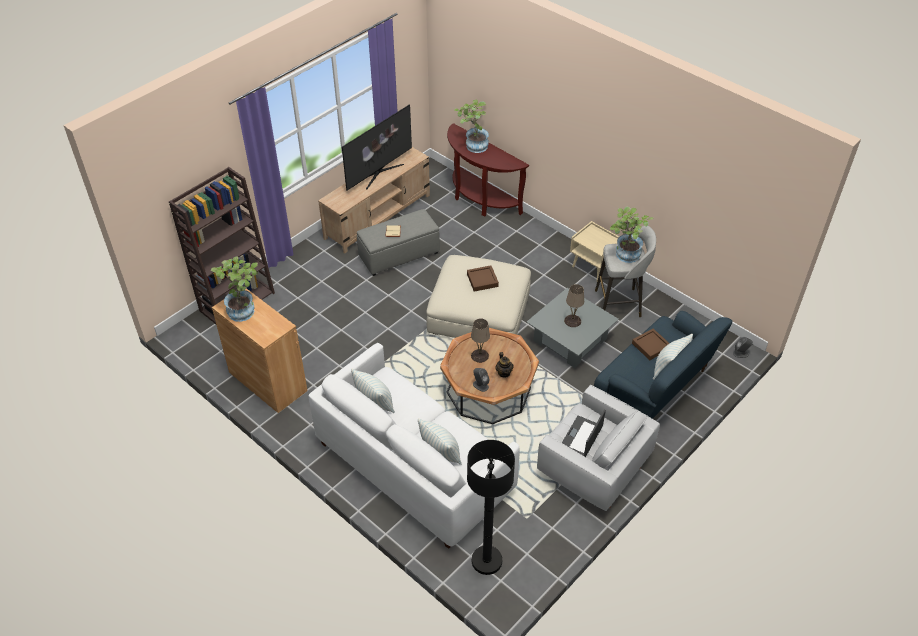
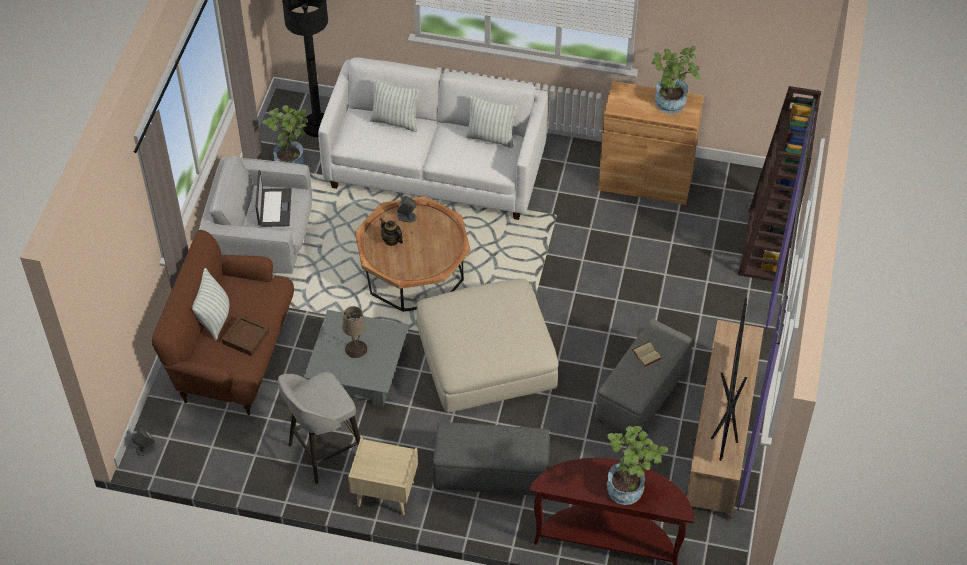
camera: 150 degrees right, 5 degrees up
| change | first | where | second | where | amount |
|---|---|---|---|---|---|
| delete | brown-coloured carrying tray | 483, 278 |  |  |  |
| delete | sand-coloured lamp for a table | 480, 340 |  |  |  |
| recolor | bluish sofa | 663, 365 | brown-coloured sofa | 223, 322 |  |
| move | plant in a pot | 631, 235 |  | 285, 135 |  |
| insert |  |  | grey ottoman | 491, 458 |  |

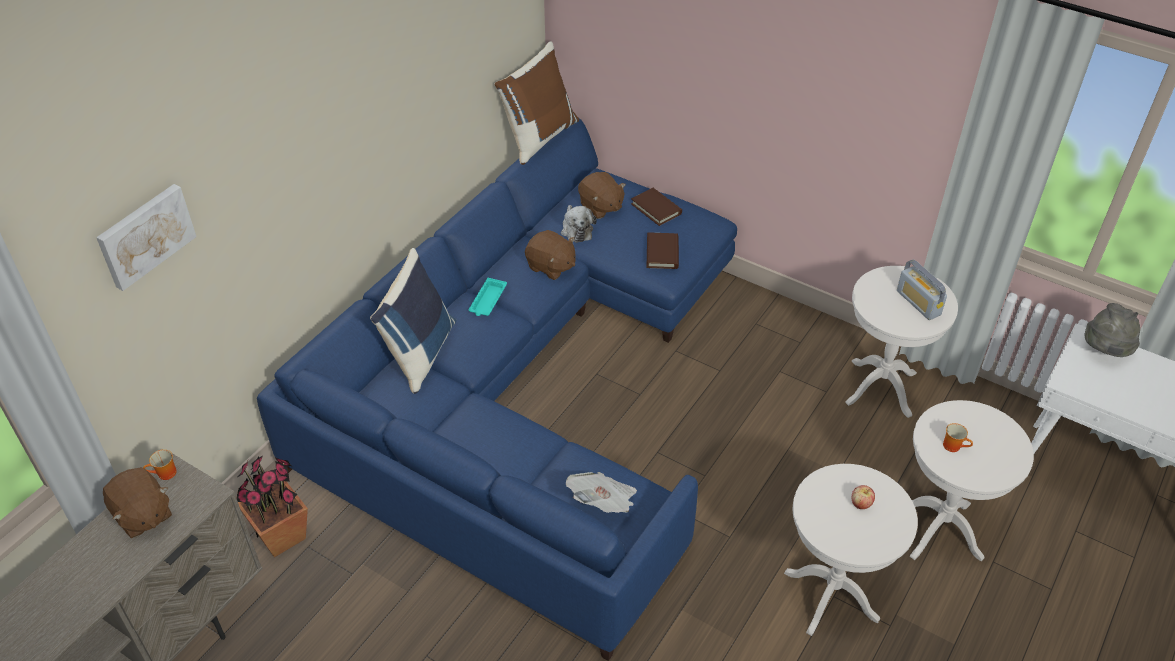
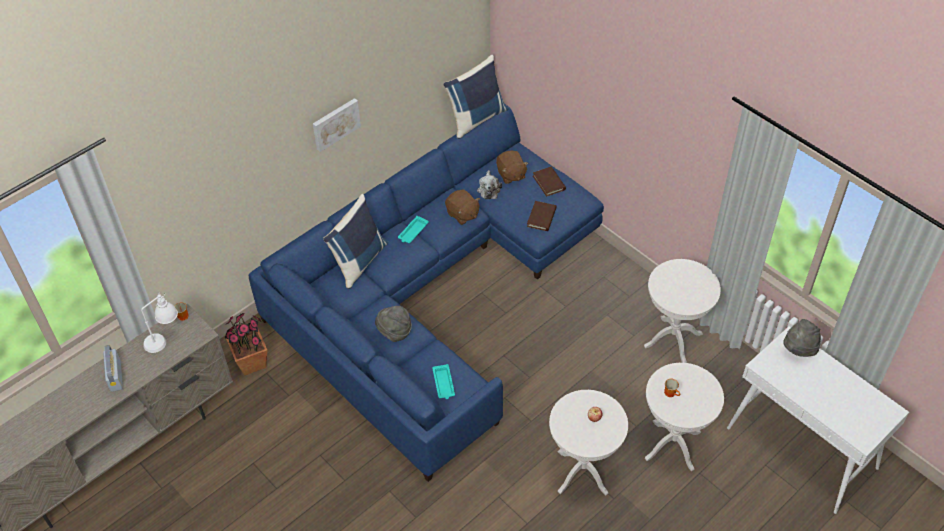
camera: 15 degrees right, 5 degrees up
| change | first | where | second | where | amount |
|---|---|---|---|---|---|
| move | picture | 146, 237 |  | 337, 125 |  |
| replace | brown-coloured plush toy | 137, 502 | white-coloured lamp for a table | 159, 322 |  |
| recolor | brown-coloured throw pillow | 536, 103 | bluish throw pillow | 476, 97 |  |
| replace | newspaper | 601, 492 | turquoise carrying tray | 443, 381 |  |
| move | radio set | 922, 290 |  | 113, 368 |  |
| insert |  |  | grey wearable hat | 393, 324 |  |

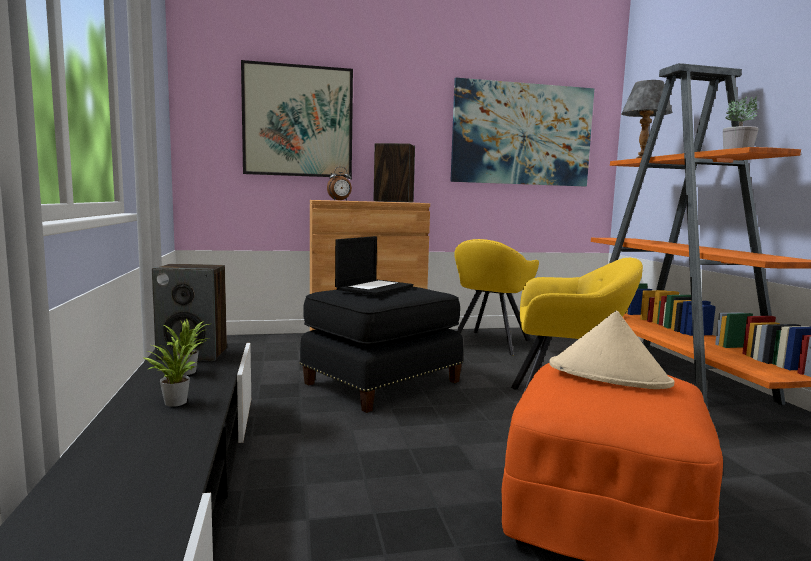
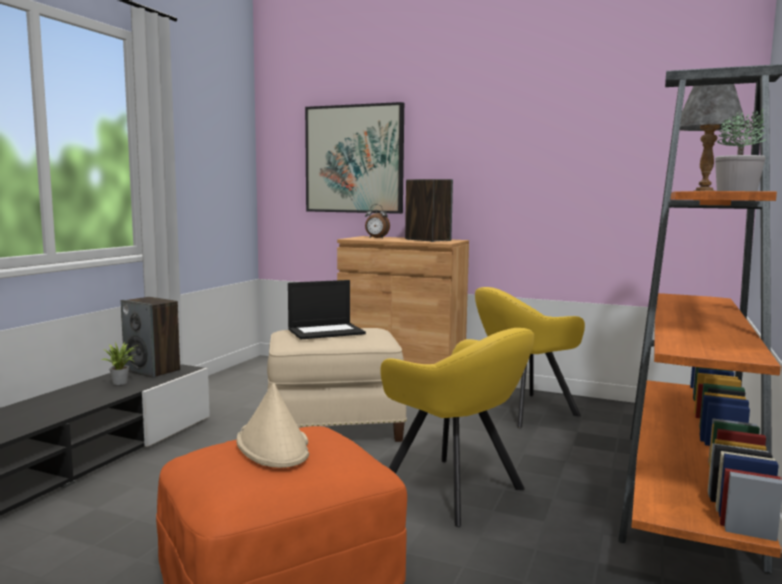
camera: 35 degrees right, 0 degrees up
| change | first | where | second | where | amount |
|---|---|---|---|---|---|
| delete | plant in a pot | 172, 373 |  |  |  |
| recolor | blackish ottoman | 381, 350 | sand-coloured ottoman | 337, 385 |  |
| delete | picture | 522, 132 |  |  |  |

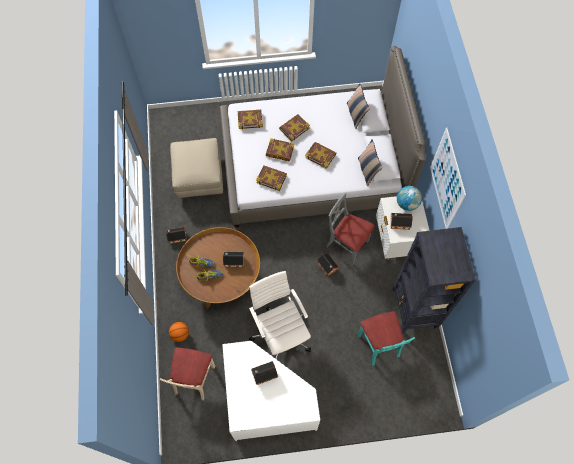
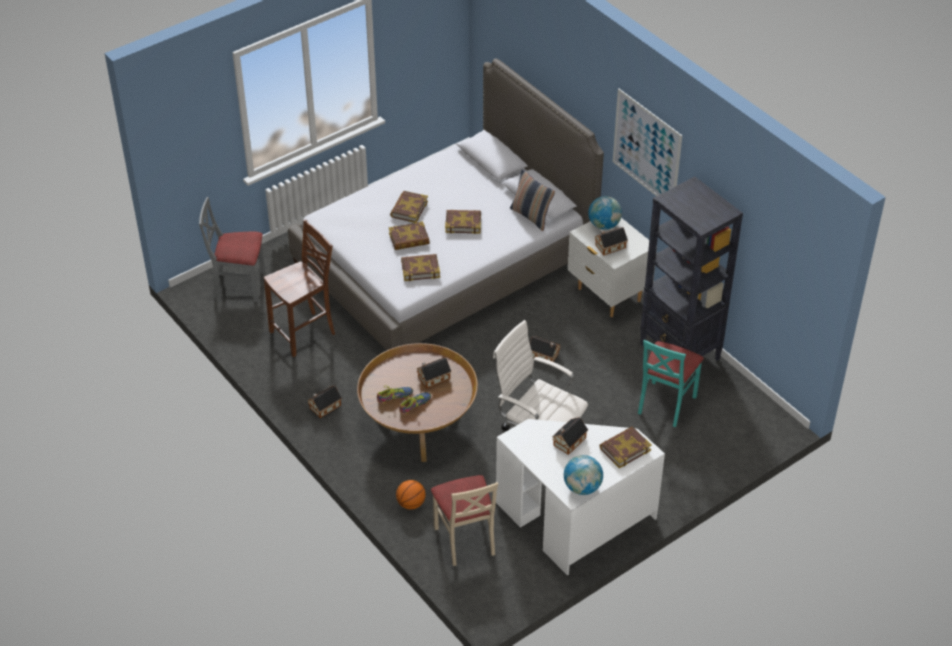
camera: 30 degrees left, 20 degrees down
| change | first | where | second | where | amount |
|---|---|---|---|---|---|
| replace | sand-coloured ottoman | 196, 168 | brown-coloured upright chair | 299, 288 |  |
| move | volume | 250, 119 |  | 625, 447 |  |
| move | grey upright chair | 350, 229 |  | 232, 249 |  |
| delete | throw pillow | 358, 106 |  |  |  |
| rotate | turquoise upright chair | 386, 338 |  | 671, 383 | 75 degrees clockwise |
| insert |  |  | desk globe | 583, 475 |  |

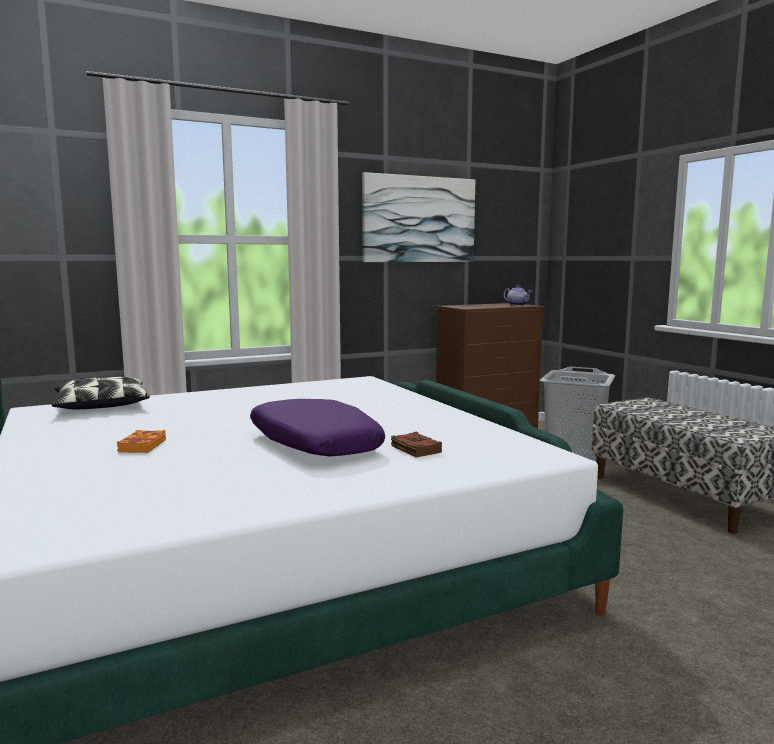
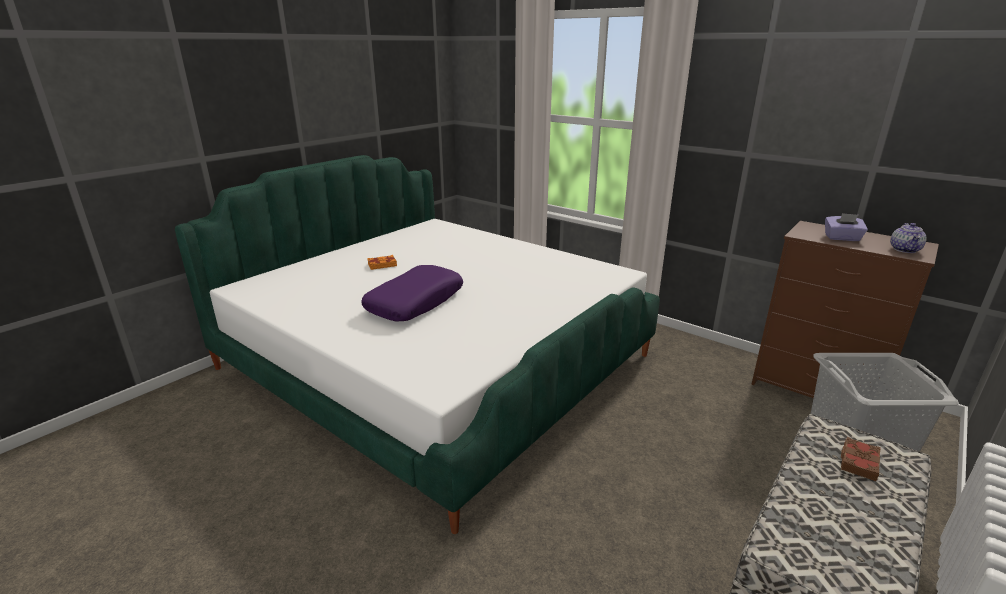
camera: 65 degrees right, 15 degrees up
| change | first | where | second | where | amount |
|---|---|---|---|---|---|
| delete | throw pillow | 100, 393 |  |  |  |
| delete | picture | 418, 217 |  |  |  |
| move | brown-coloured volume | 416, 444 |  | 861, 459 |  |
| insert |  |  | purplish tissue box | 846, 227 |  |

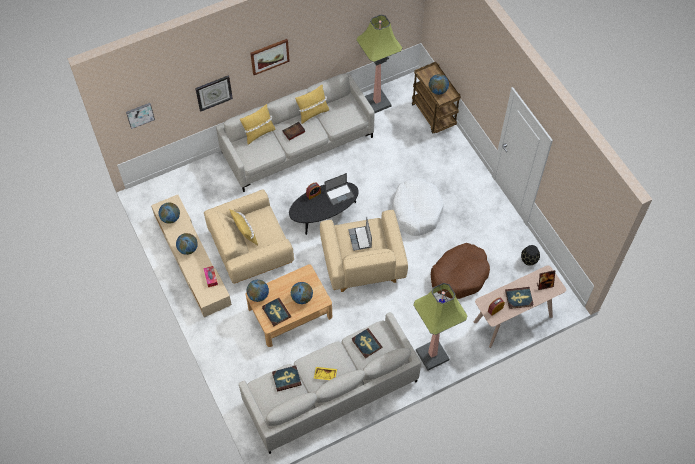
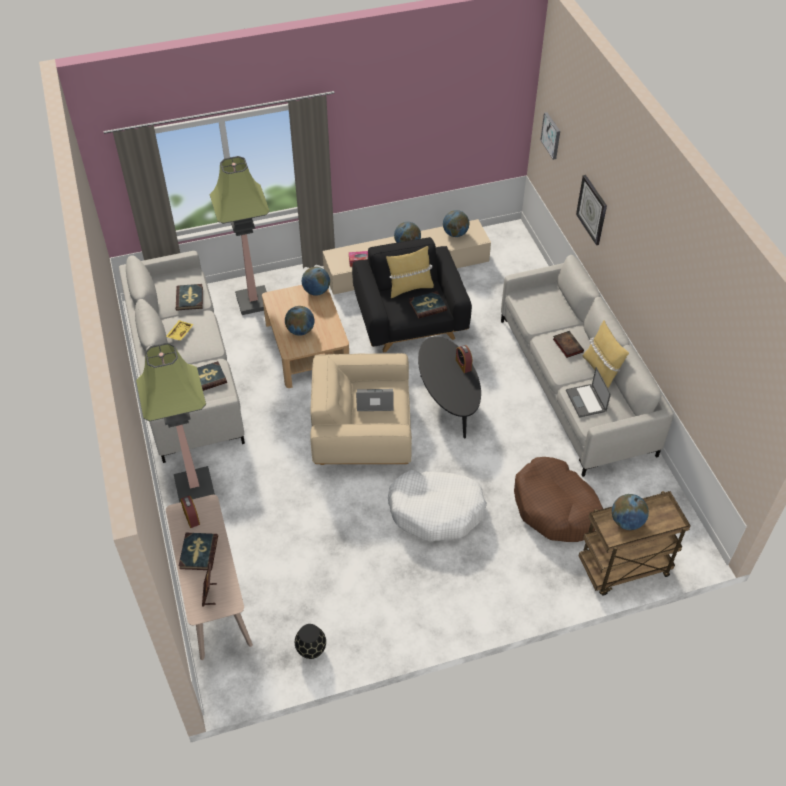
camera: 100 degrees right, 10 degrees down
| change | first | where | second | where | amount |
|---|---|---|---|---|---|
| recolor | sand-coloured armchair | 249, 236 | blackish armchair | 412, 294 |  |
| delete | yellow-coloured throw pillow | 257, 124 |  |  |  |
| delete | picture | 270, 57 |  |  |  |
| move | volume | 276, 312 |  | 428, 305 |  |
| move | laptop | 339, 189 |  | 588, 392 |  |
| move | standing lamp | 379, 63 |  | 239, 235 |  |
| move | brown-coloured dog bed | 460, 271 |  | 558, 499 |  |

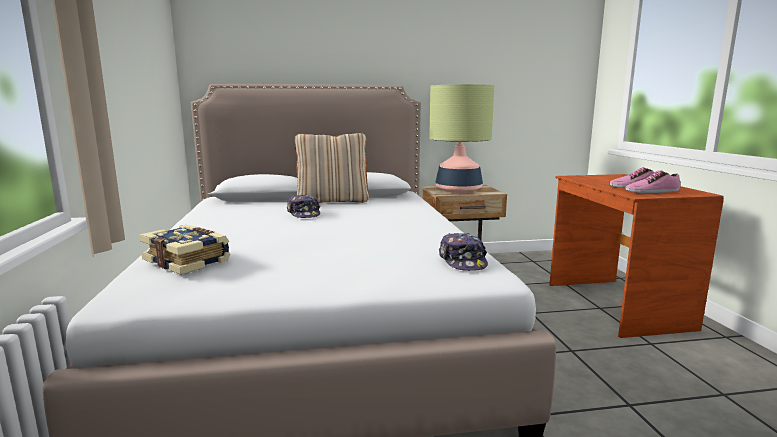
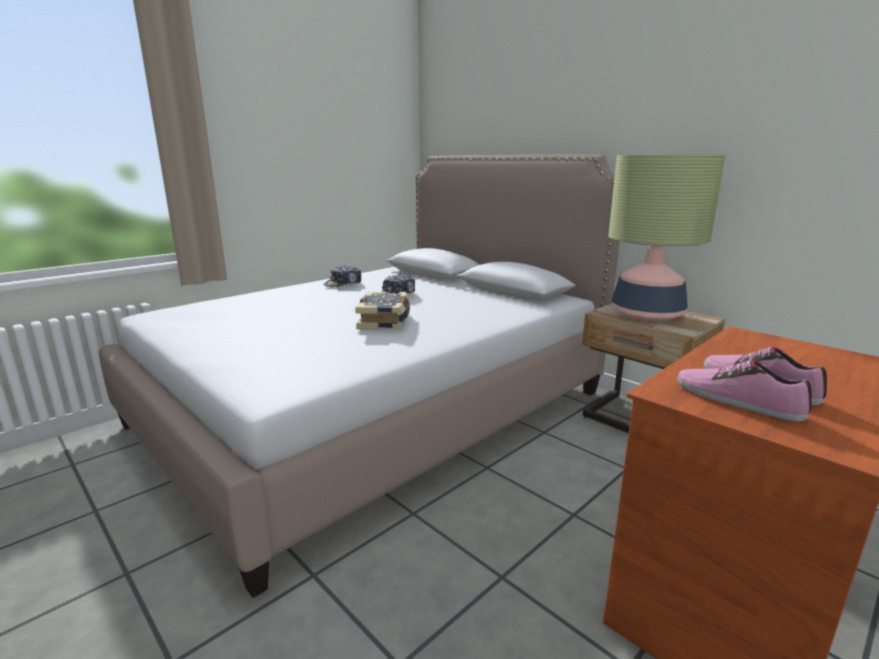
camera: 55 degrees right, 5 degrees up
| change | first | where | second | where | amount |
|---|---|---|---|---|---|
| move | volume | 184, 250 |  | 382, 310 |  |
| delete | sand-coloured throw pillow | 332, 168 |  |  |  |
| move | baseball cap | 463, 252 |  | 342, 276 |  |

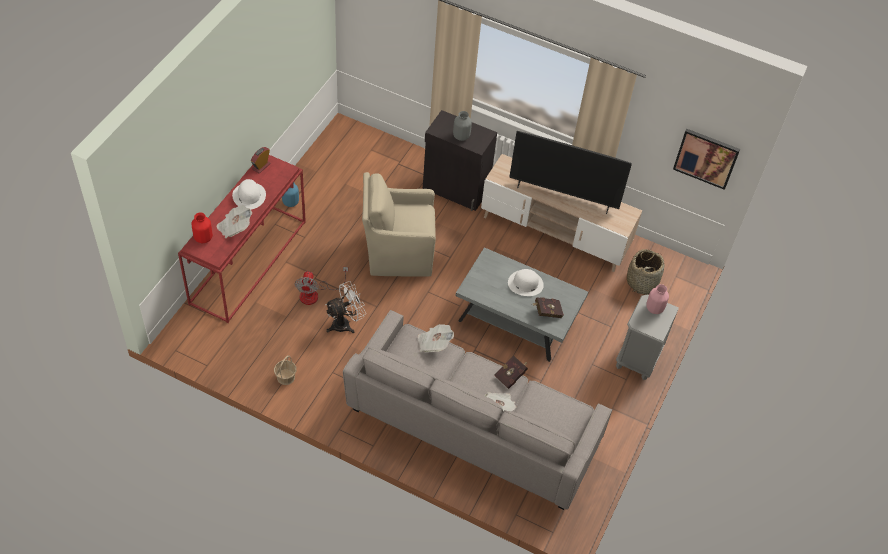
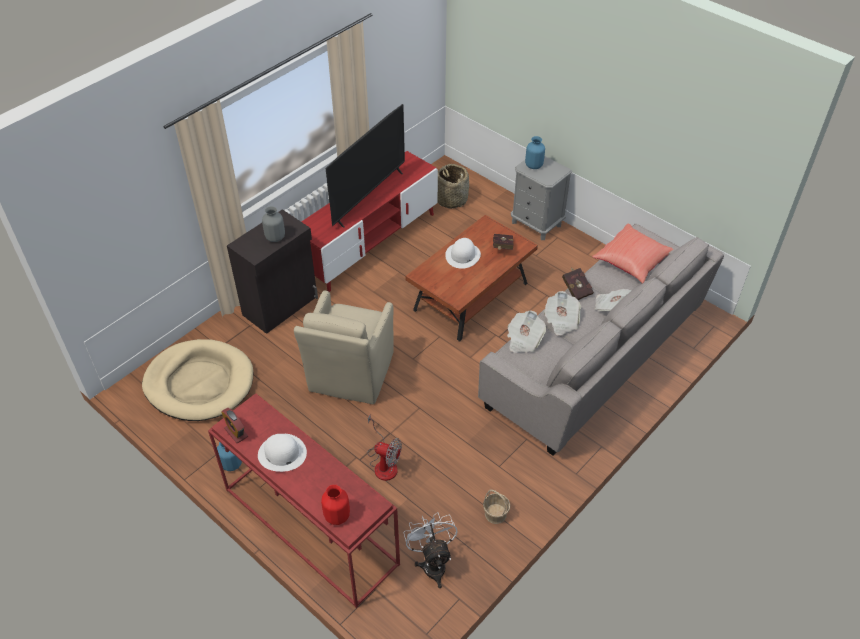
camera: 70 degrees left, 5 degrees down
| change | first | where | second | where | amount |
|---|---|---|---|---|---|
| move | newspaper | 234, 221 |  | 562, 313 |  |
| move | white-coloured fan | 345, 307 |  | 430, 550 |  |
| recolor | grey lounge table | 522, 304 | brown-coloured lounge table | 471, 278 |  |
| recolor | sand-coloured media console | 561, 213 | red-coloured media console | 369, 221 |  |
| recolor | pinkish vase | 657, 299 | bluish vase | 535, 152 |  |
| delete | picture | 706, 159 |  |  |  |
| insert |  |  | sand-coloured dog bed | 198, 380 |  |
| insert |  |  | red-coloured throw pillow | 632, 253 |  |

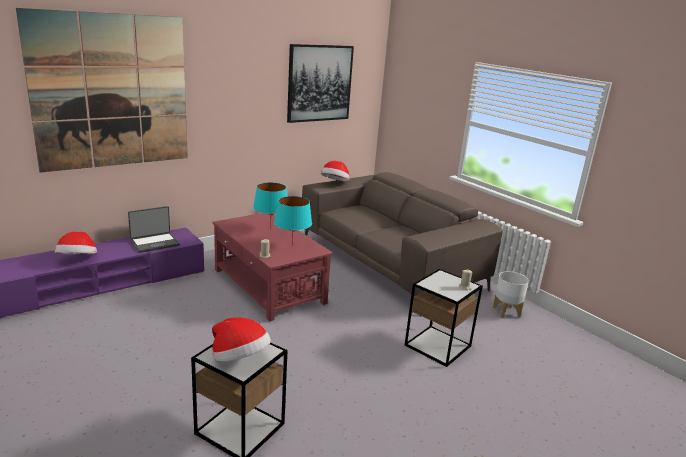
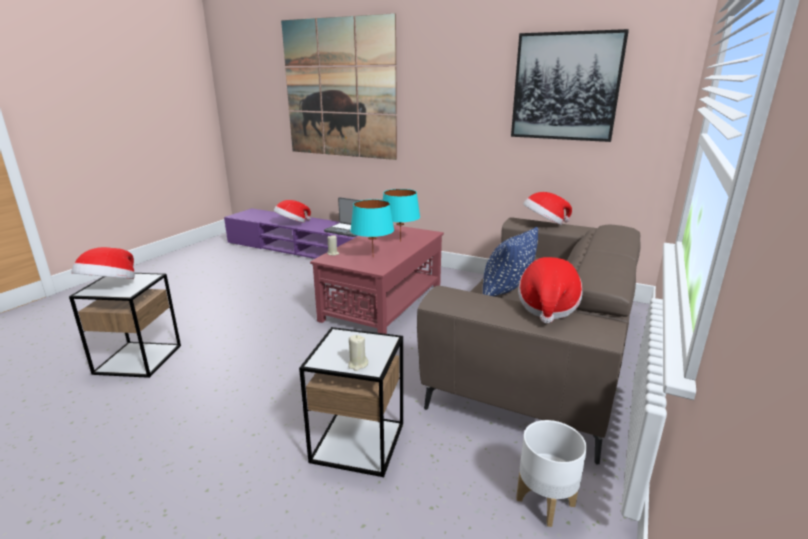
camera: 65 degrees right, 0 degrees up
| change | first | where | second | where | amount |
|---|---|---|---|---|---|
| insert |  |  | bluish throw pillow | 510, 261 |  |
| insert |  |  | wearable hat | 550, 290 |  |

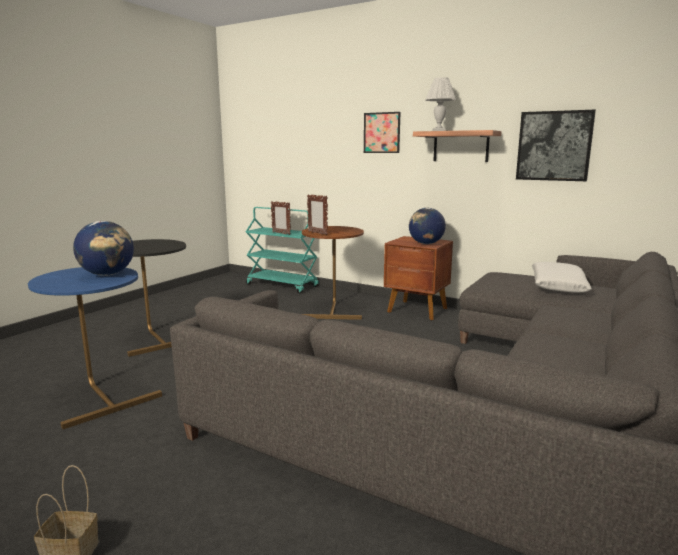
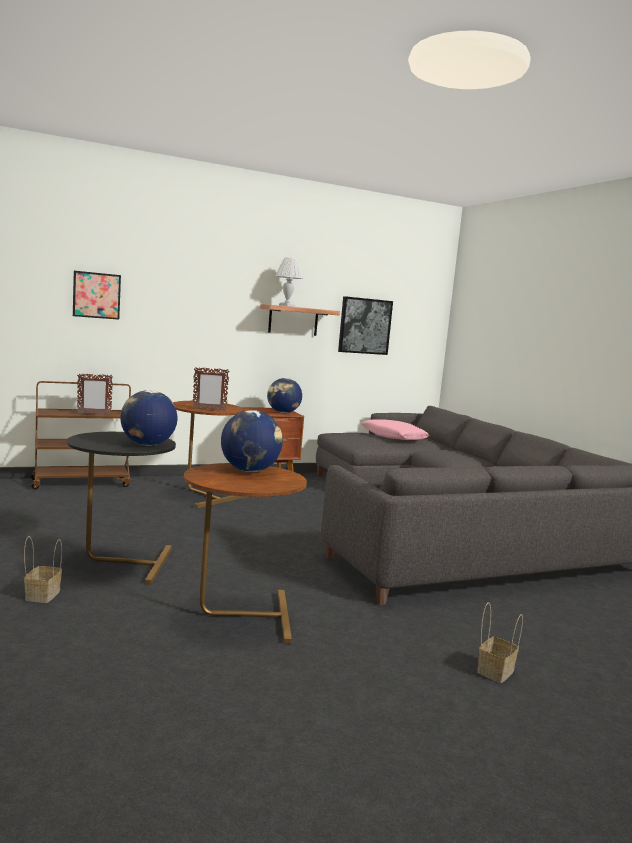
camera: 55 degrees left, 5 degrees down
| change | first | where | second | where | amount |
|---|---|---|---|---|---|
| recolor | bluish side table | 95, 348 | brown-coloured side table | 245, 553 |  |
| recolor | turquoise trolley | 282, 250 | brown-coloured trolley | 81, 435 |  |
| move | picture | 382, 132 |  | 97, 295 |  |
| recolor | white-coloured throw pillow | 562, 277 | pinkish throw pillow | 395, 429 |  |
| insert |  |  | household basket | 43, 569 |  |
| insert |  |  | desk globe | 148, 418 |  |

